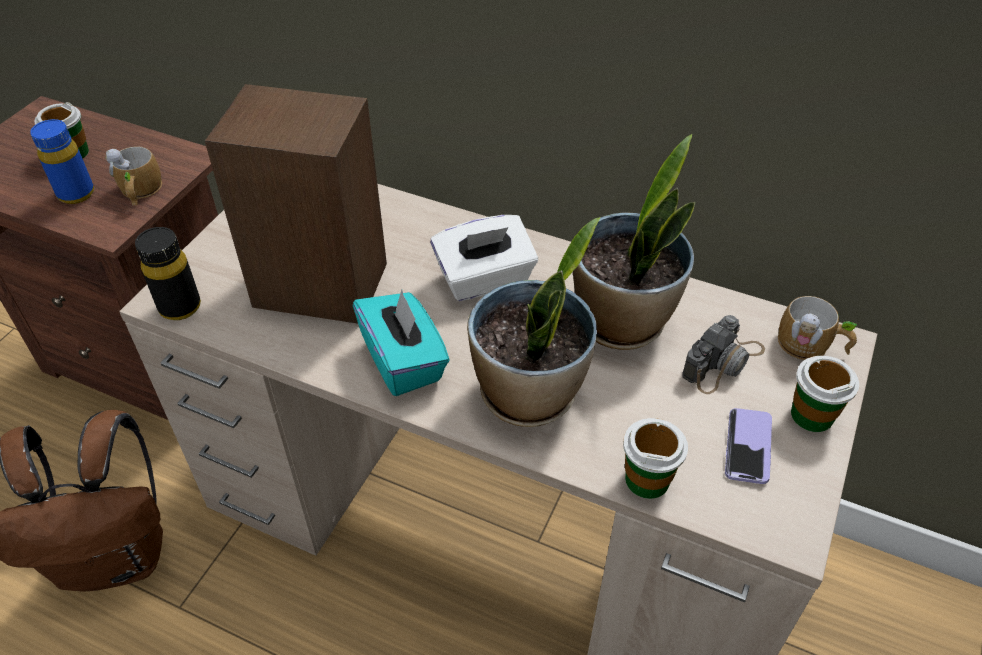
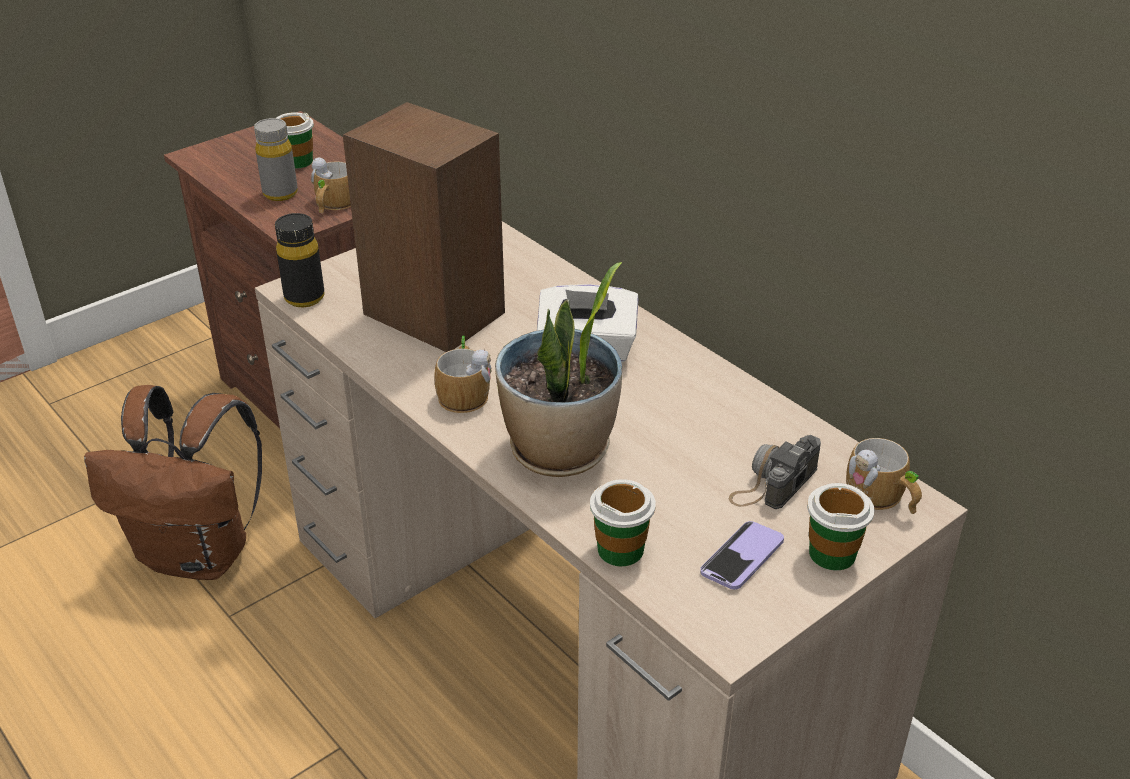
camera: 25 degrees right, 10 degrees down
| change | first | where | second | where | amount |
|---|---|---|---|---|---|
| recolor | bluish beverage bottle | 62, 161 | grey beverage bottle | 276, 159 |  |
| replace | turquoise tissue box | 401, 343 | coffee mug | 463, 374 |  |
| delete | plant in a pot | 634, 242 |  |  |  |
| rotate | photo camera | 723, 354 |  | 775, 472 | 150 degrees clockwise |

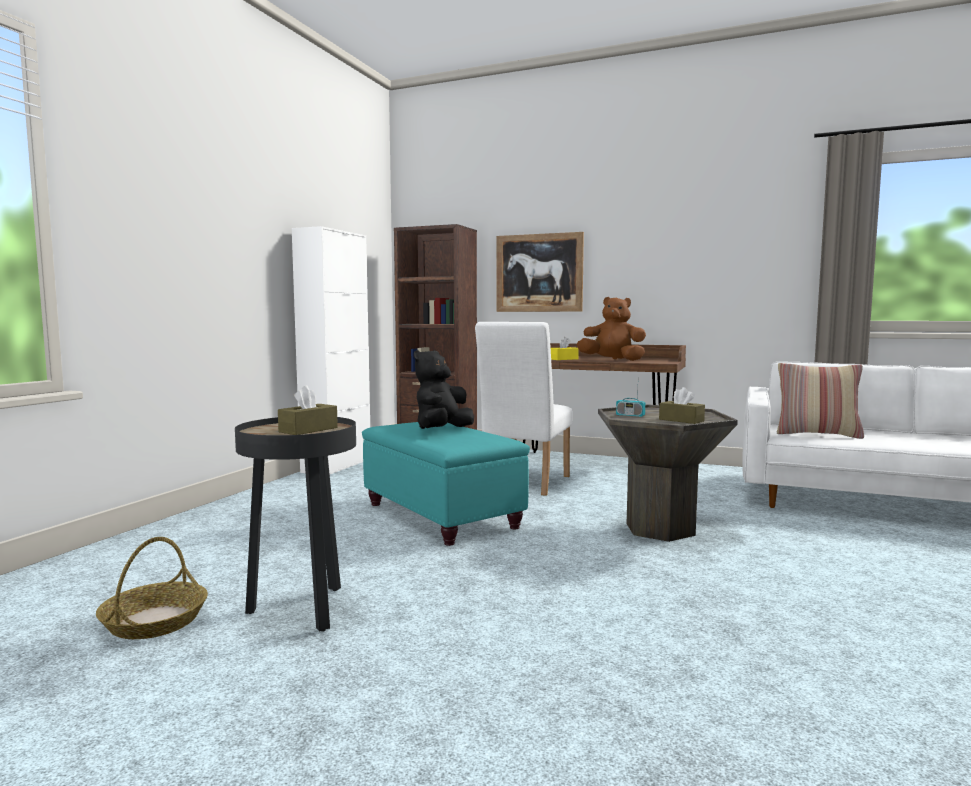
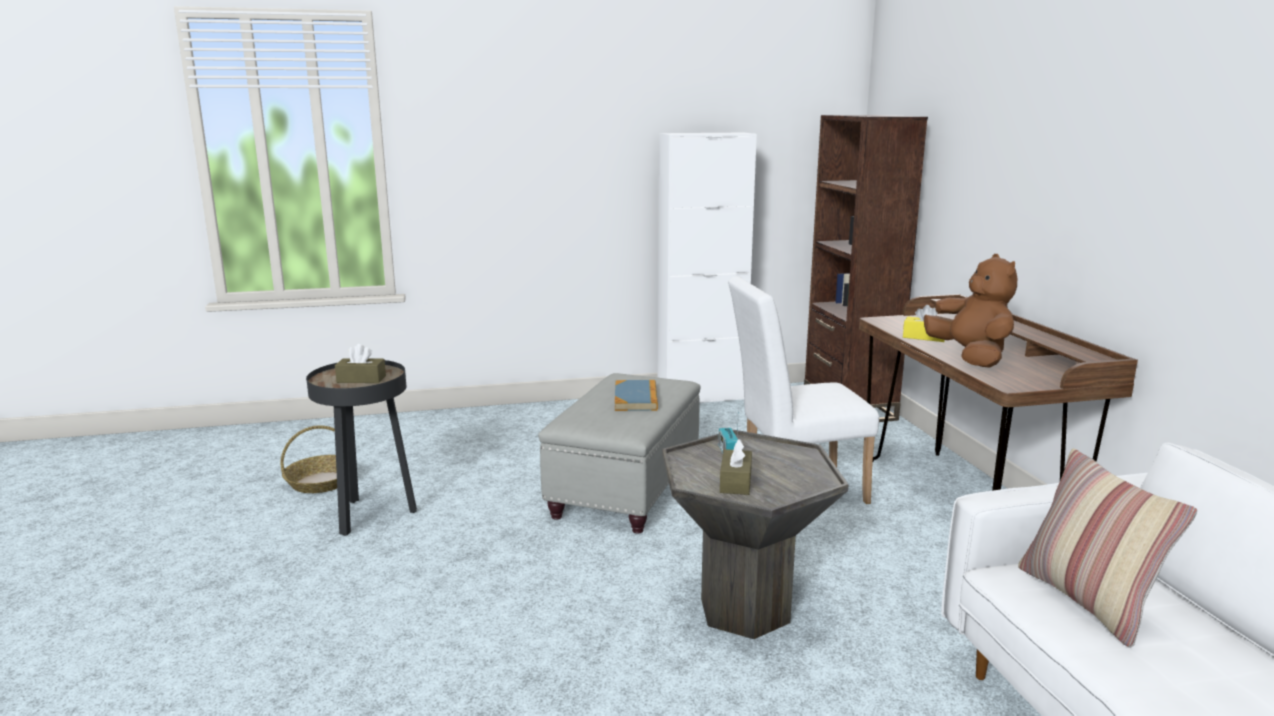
camera: 55 degrees right, 10 degrees up
| change | first | where | second | where | amount |
|---|---|---|---|---|---|
| recolor | turquoise ottoman | 446, 484 | grey ottoman | 619, 453 |  |
| replace | blackish plush toy | 444, 389 | volume | 636, 395 |  |
| delete | picture | 540, 272 |  |  |  |

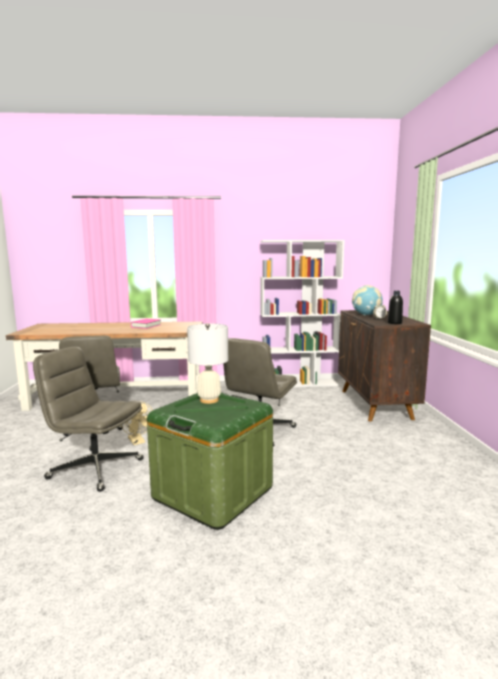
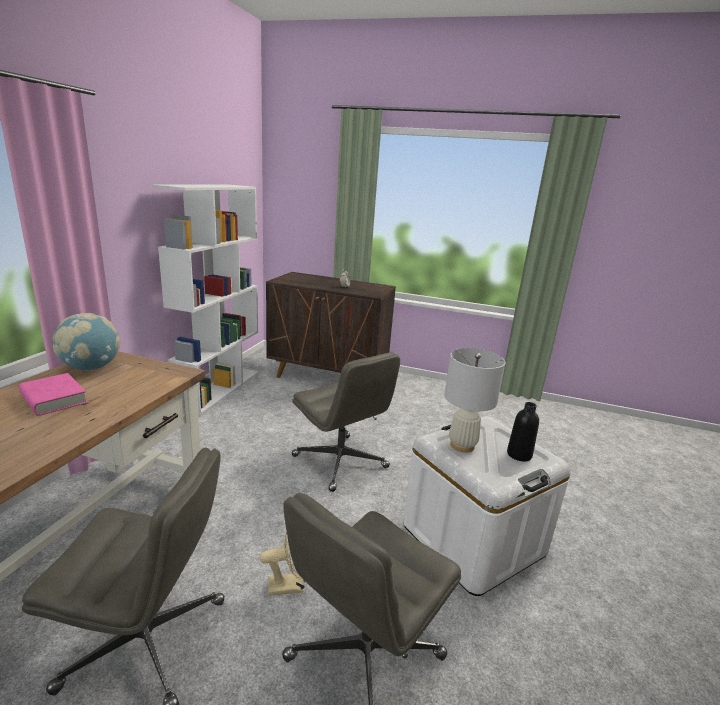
camera: 70 degrees left, 10 degrees up
| change | first | where | second | where | amount |
|---|---|---|---|---|---|
| recolor | greenish storage container | 210, 461 | white-coloured storage container | 487, 506 |  |
| move | desk globe | 367, 300 |  | 86, 342 |  |
| move | blackish beverage bottle | 395, 307 |  | 523, 431 |  |

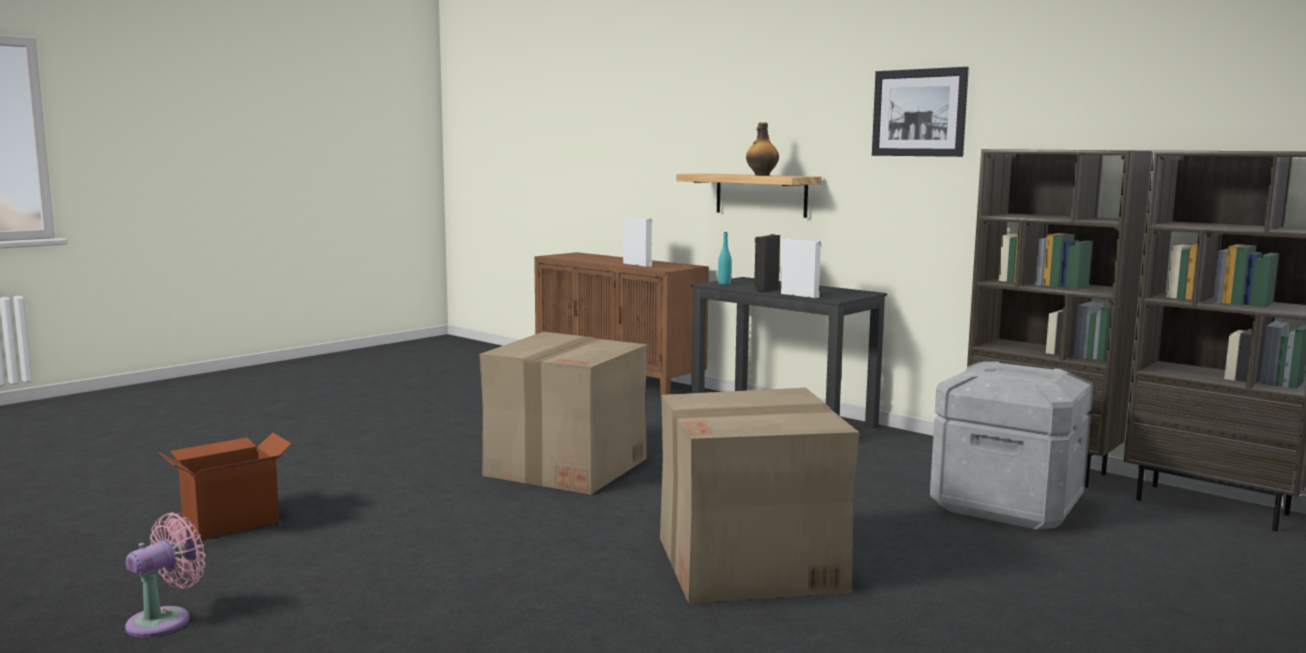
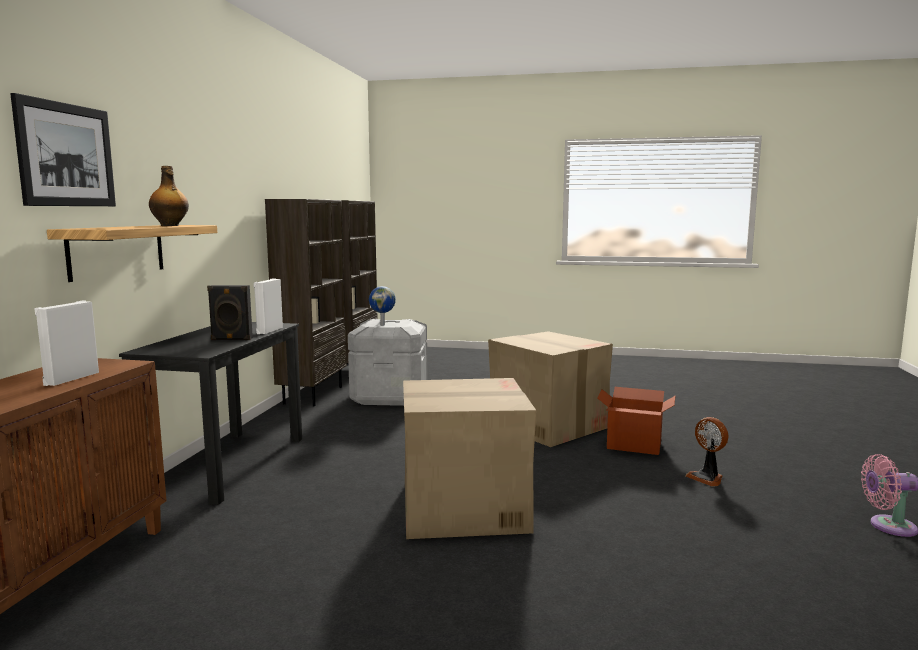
camera: 120 degrees left, 0 degrees up
| change | first | where | second | where | amount |
|---|---|---|---|---|---|
| move | carton | 225, 486 |  | 636, 421 |  |
| delete | turquoise beverage bottle | 725, 258 |  |  |  |
| move | picture | 920, 112 |  | 63, 149 |  |
| insert |  |  | desk globe | 382, 305 |  |
| insert |  |  | fan | 707, 451 |  |

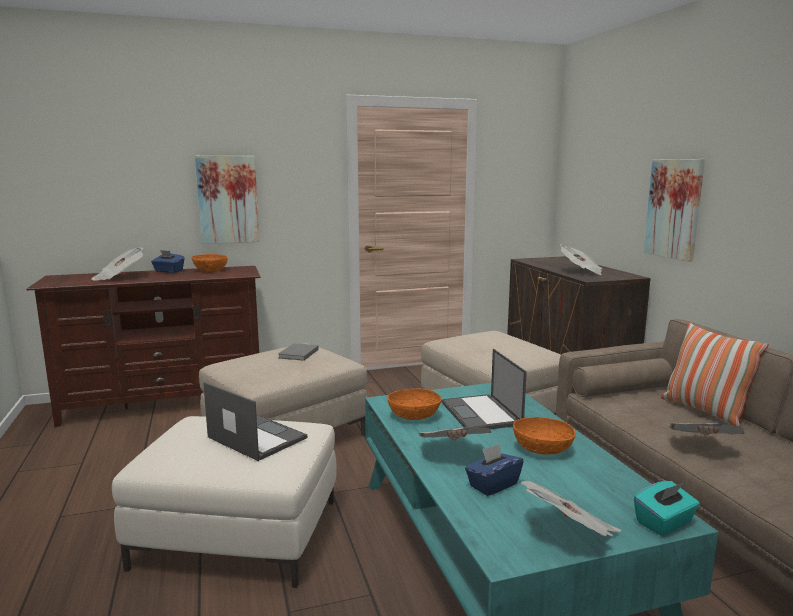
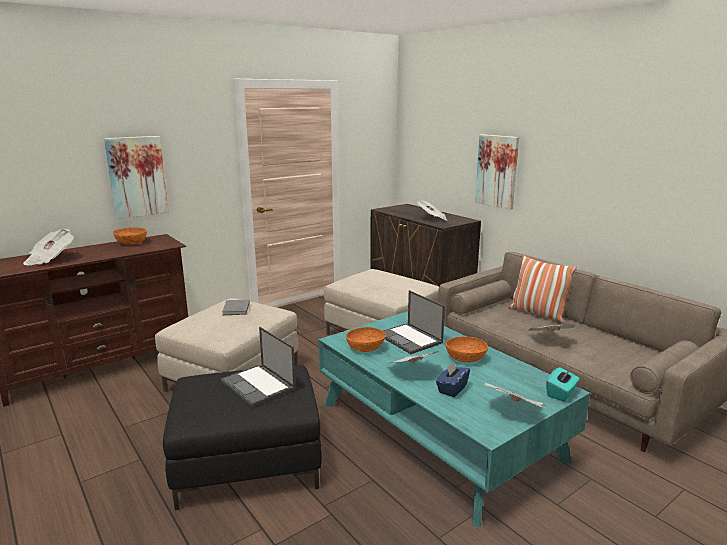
camera: 20 degrees left, 5 degrees up
| change | first | where | second | where | amount |
|---|---|---|---|---|---|
| recolor | white-coloured ottoman | 224, 502 | blackish ottoman | 242, 437 |  |
| delete | bluish tissue box | 168, 261 |  |  |  |
| rotate | laptop | 255, 421 |  | 258, 367 | 150 degrees counterclockwise |

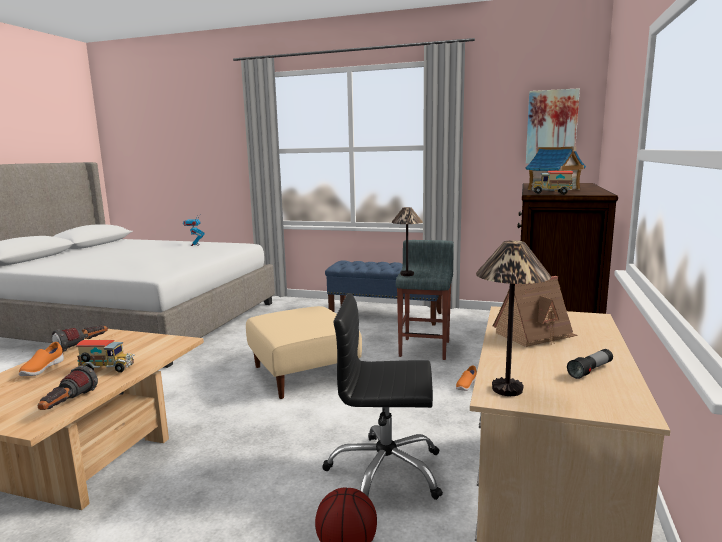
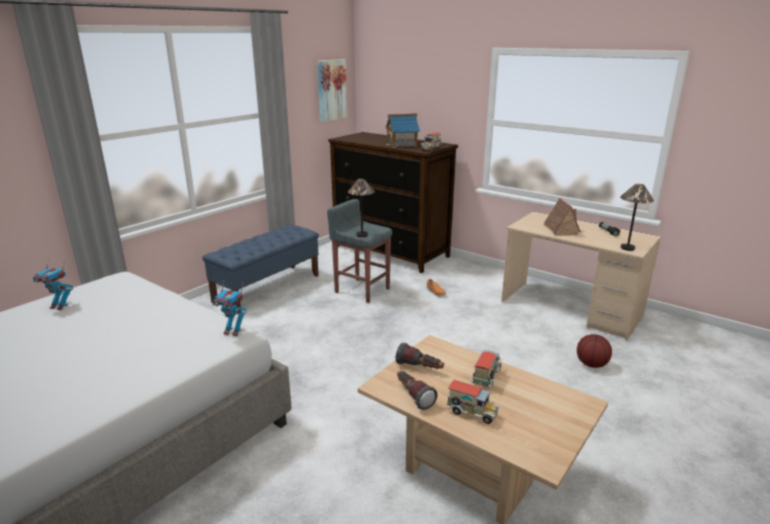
camera: 70 degrees left, 10 degrees up
| change | first | where | second | where | amount |
|---|---|---|---|---|---|
| replace | orange-coloured low shoe | 41, 359 | model truck | 473, 402 |  |
| move | flashlight | 68, 387 |  | 420, 356 |  |
| delete | sand-coloured ottoman | 304, 352 |  |  |  |
| delete | blackish office chair | 382, 396 |  |  |  |
| insert |  |  | toy robot | 230, 309 |  |

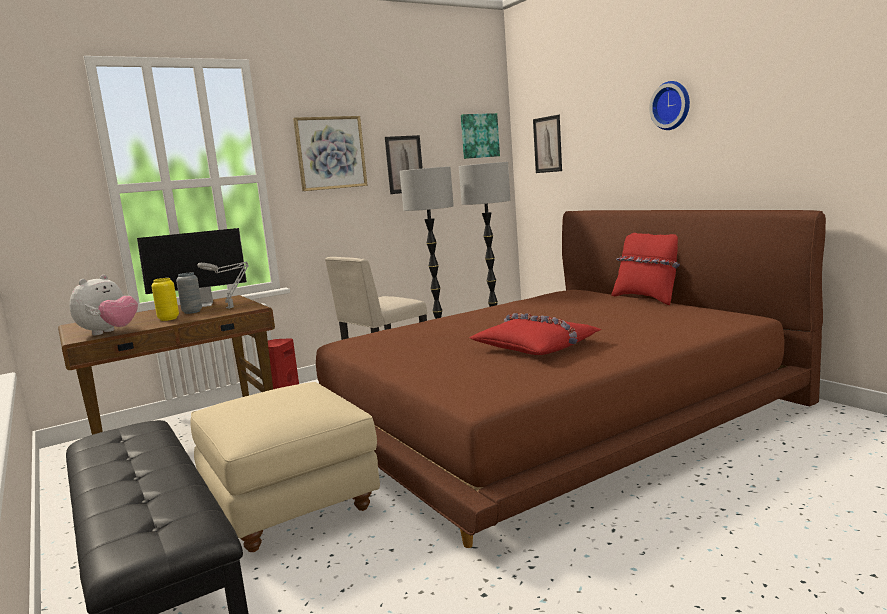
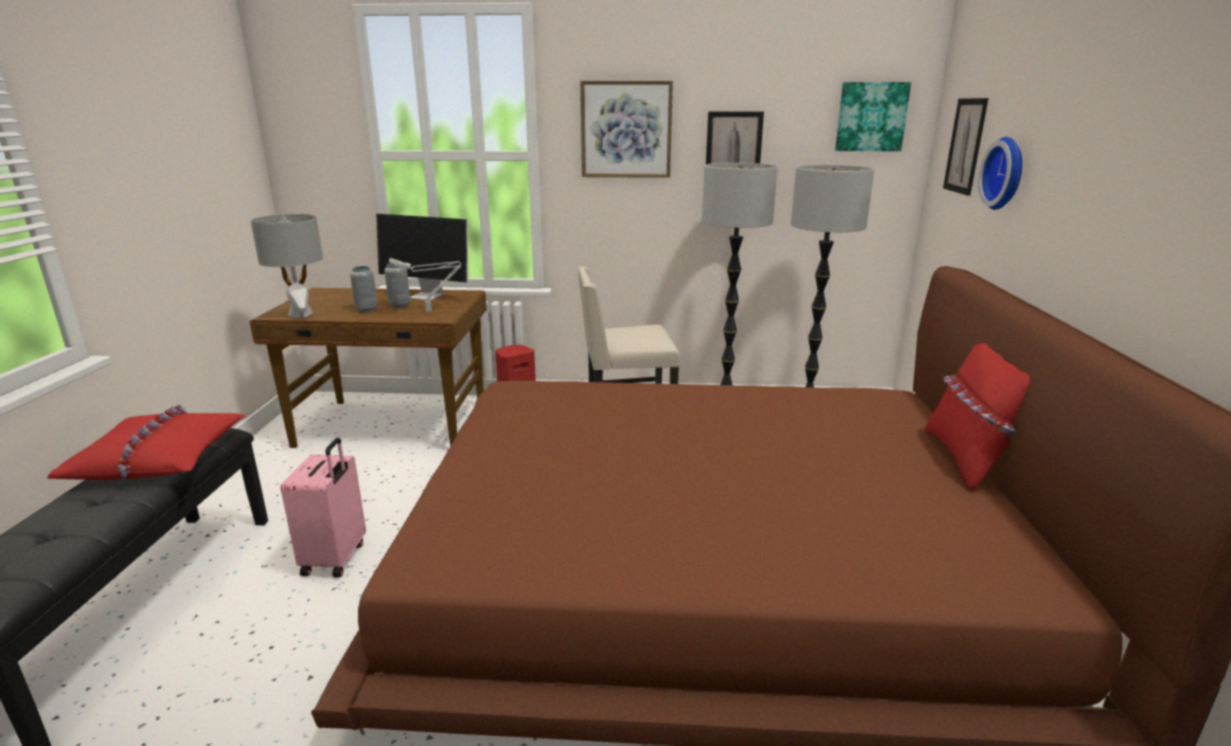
camera: 35 degrees right, 10 degrees up
| change | first | where | second | where | amount |
|---|---|---|---|---|---|
| replace | plush toy | 103, 305 | grey lamp for a table | 286, 266 |  |
| recolor | yellow-coloured vase | 165, 299 | grey vase | 364, 289 |  |
| replace | sand-coloured ottoman | 285, 467 | pinkish travel case | 323, 508 |  |
| move | red-coloured throw pillow | 535, 334 |  | 146, 442 |  |
| move | wall clock | 669, 105 |  | 1000, 173 |  |

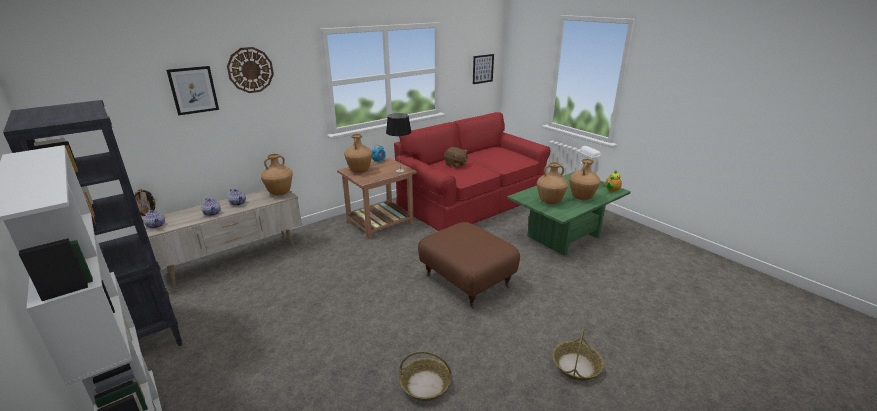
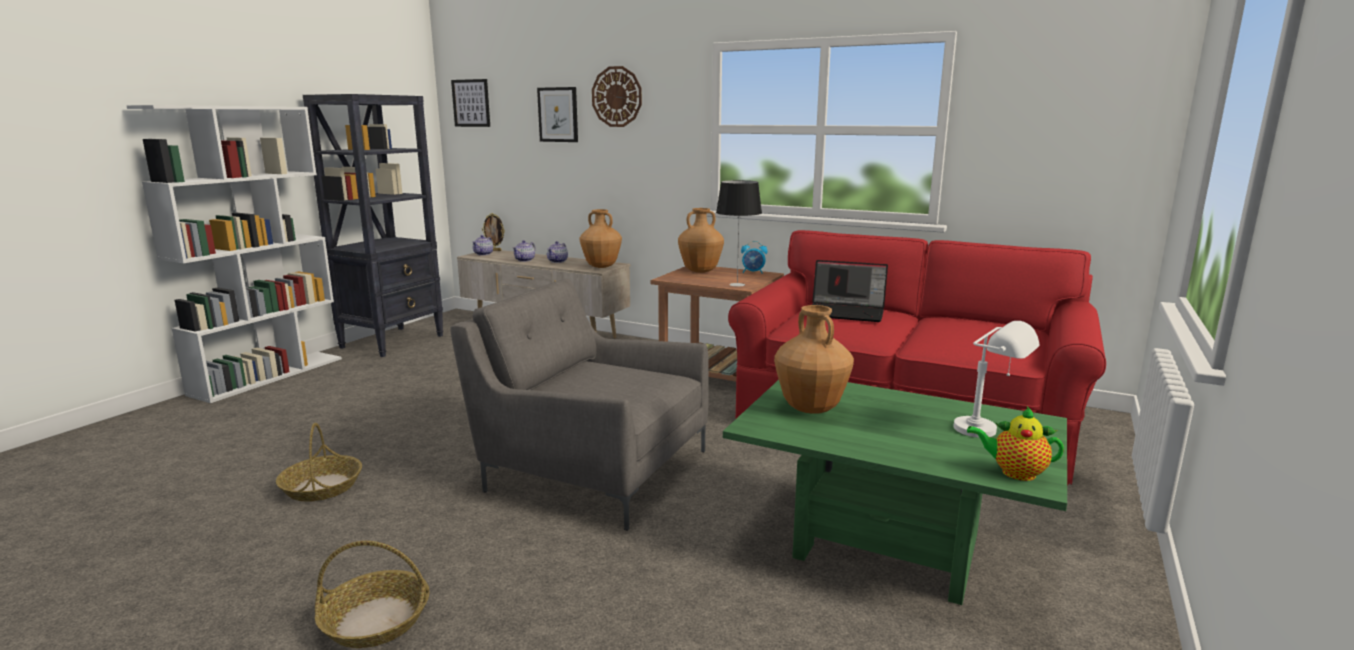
camera: 65 degrees right, 10 degrees down
| change | first | where | second | where | amount |
|---|---|---|---|---|---|
| replace | brown-coloured ottoman | 469, 265 | grey armchair | 579, 404 |  |
| replace | brown-coloured plush toy | 456, 157 | laptop | 850, 291 |  |
| move | picture | 483, 69 |  | 470, 103 |  |
| delete | brown-coloured vase | 585, 179 |  |  |  |

